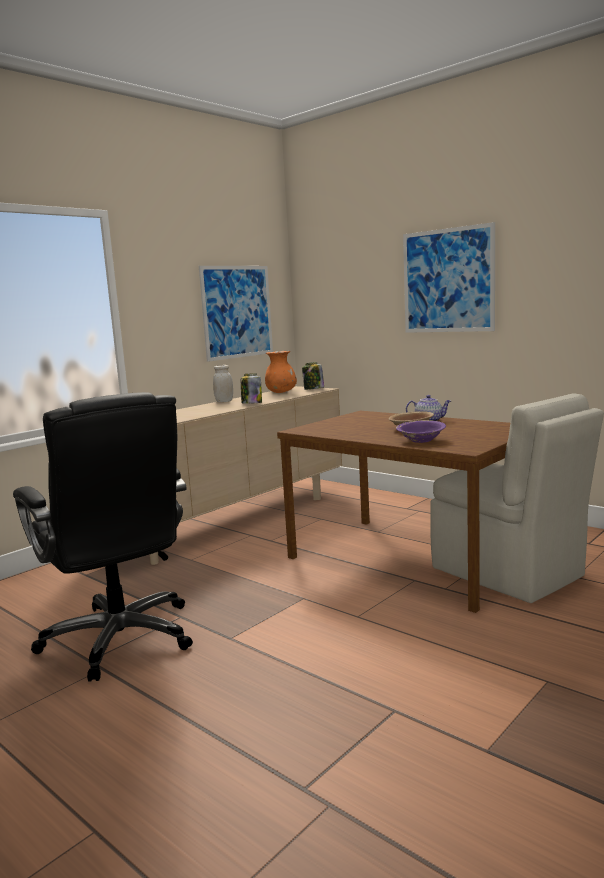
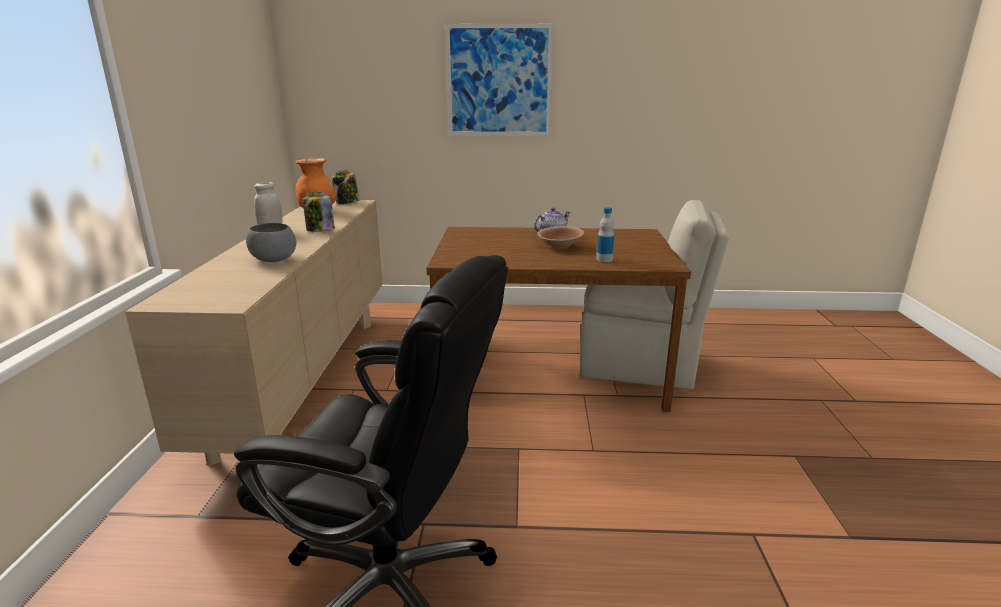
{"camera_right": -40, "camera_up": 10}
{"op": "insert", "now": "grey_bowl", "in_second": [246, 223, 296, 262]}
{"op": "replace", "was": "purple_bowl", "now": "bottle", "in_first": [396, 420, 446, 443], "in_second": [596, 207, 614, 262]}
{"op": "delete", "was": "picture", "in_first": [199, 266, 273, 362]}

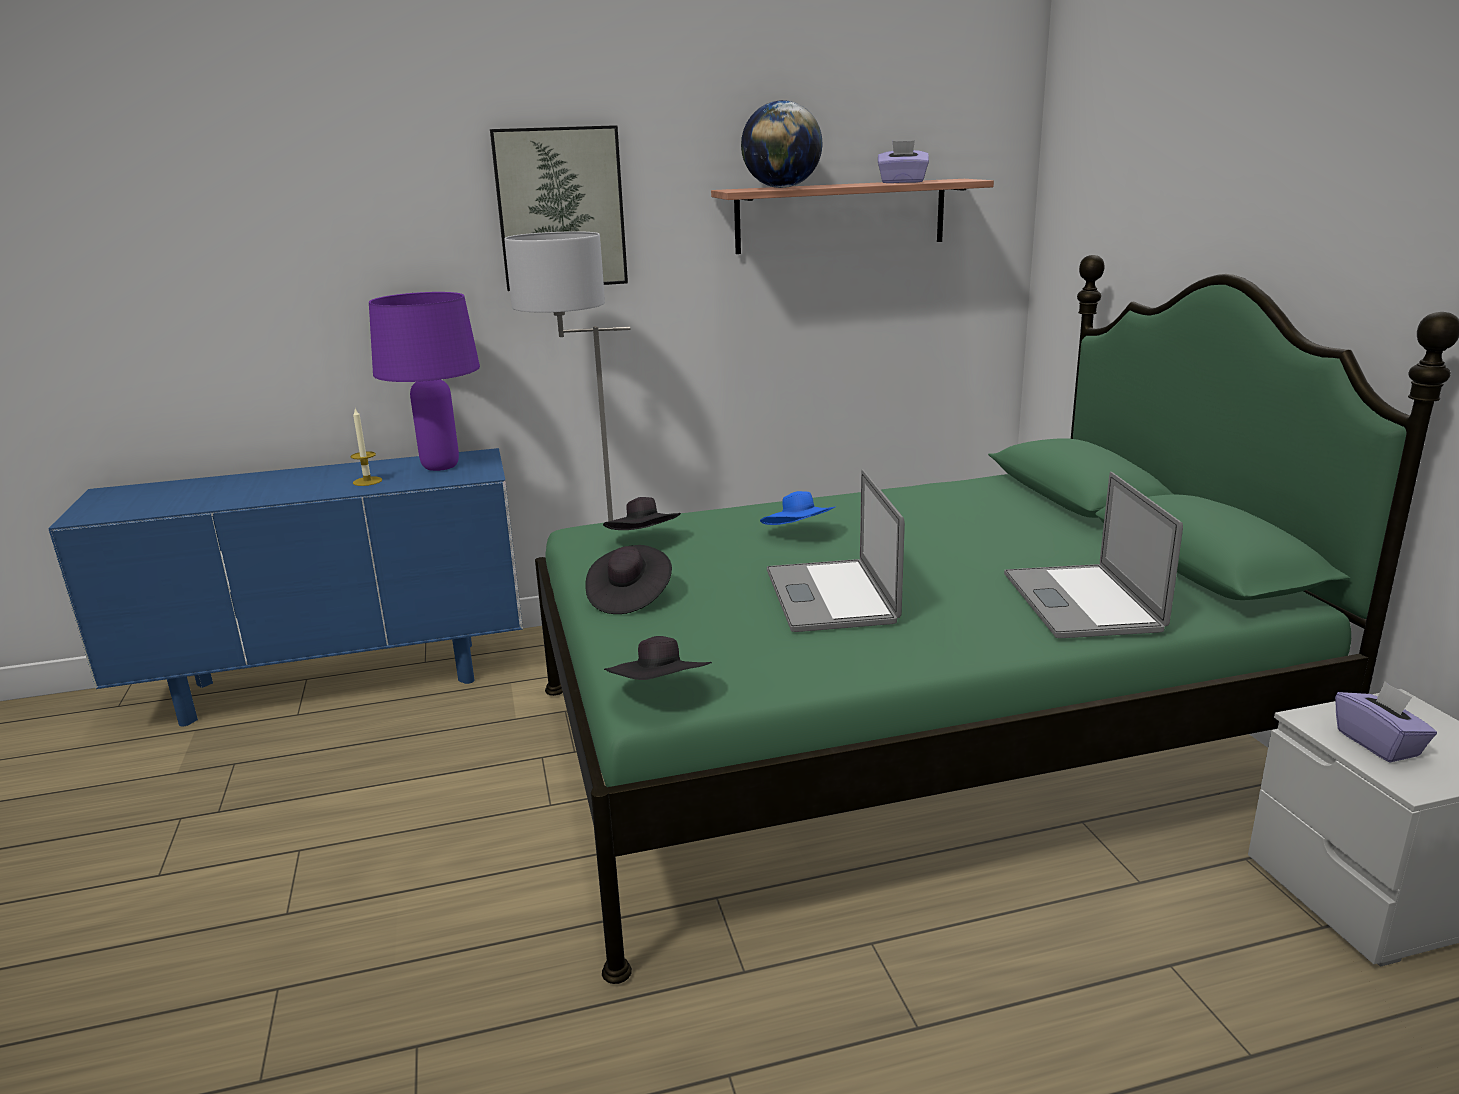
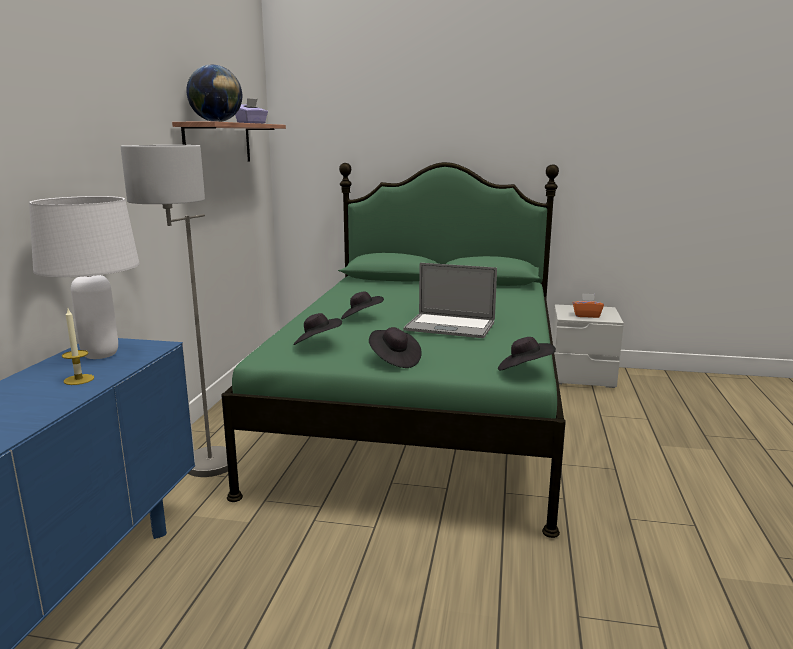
{"camera_right": -65, "camera_up": -5}
{"op": "recolor", "was": "purple_table_lamp", "now": "white_table_lamp", "in_first": [369, 292, 480, 471], "in_second": [29, 196, 140, 359]}
{"op": "recolor", "was": "blue_hat", "now": "black_hat", "in_first": [760, 491, 836, 525], "in_second": [341, 291, 384, 319]}
{"op": "recolor", "was": "purple_tissue_box", "now": "orange_tissue_box", "in_first": [1335, 681, 1437, 762], "in_second": [573, 293, 604, 318]}
{"op": "delete", "was": "picture", "in_first": [490, 125, 628, 291]}
{"op": "delete", "was": "laptop", "in_first": [1004, 472, 1183, 638]}

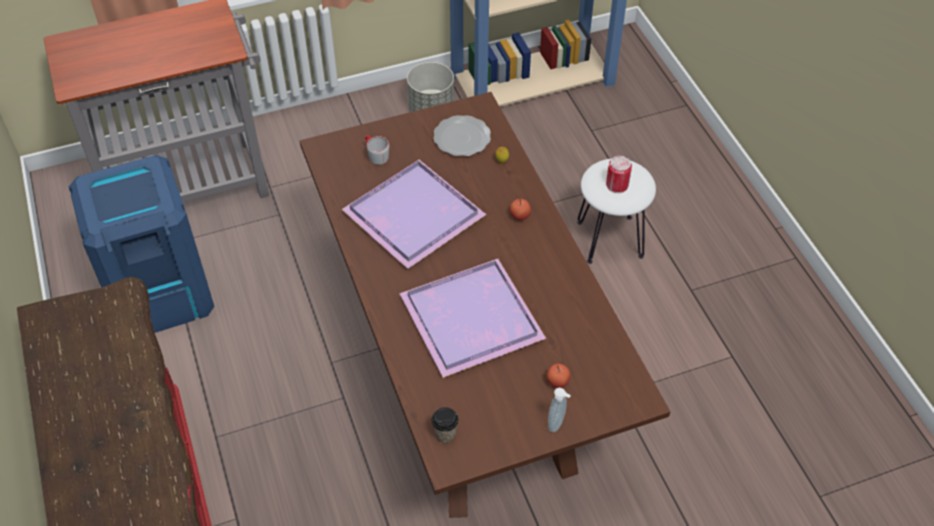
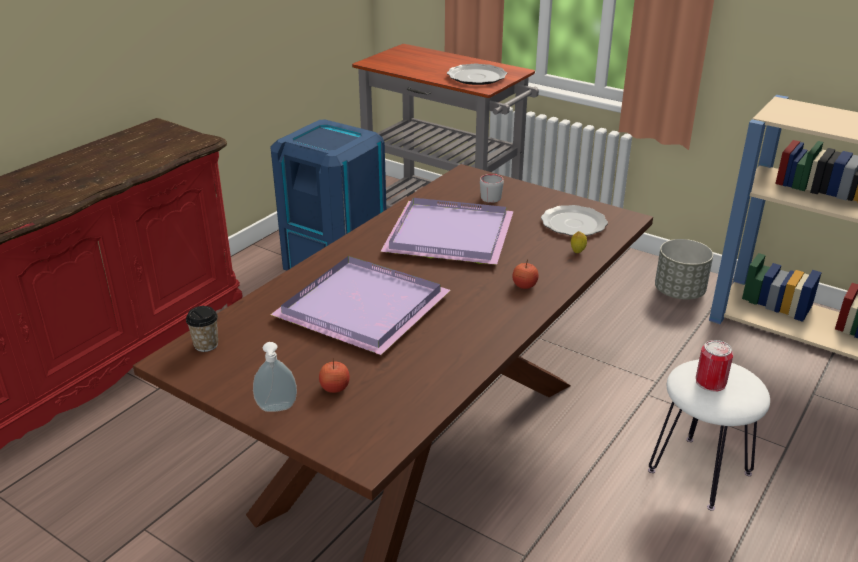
{"camera_right": 55, "camera_up": -20}
{"op": "insert", "now": "plate", "in_second": [447, 64, 507, 85]}

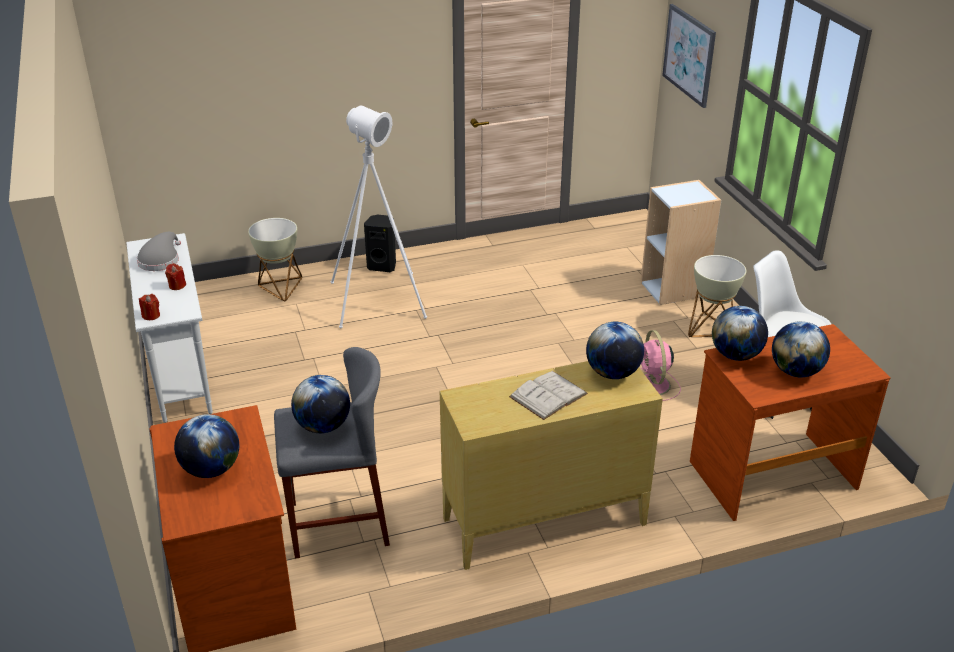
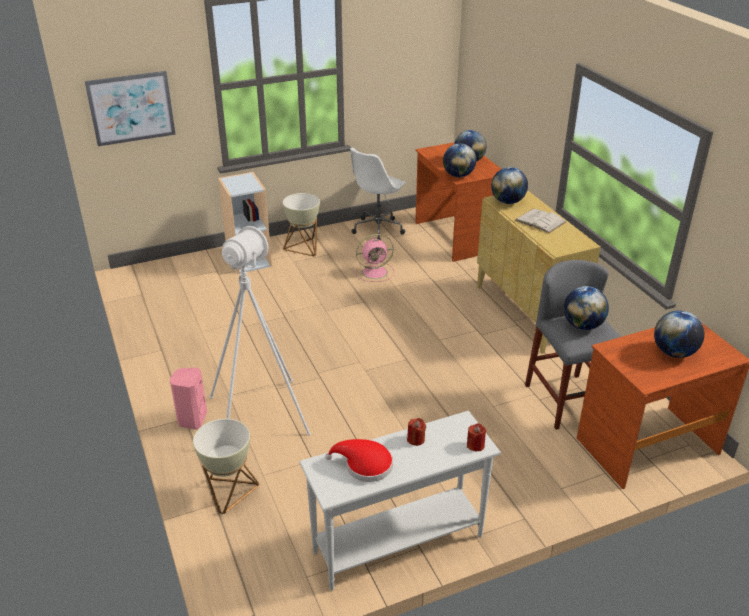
{"camera_right": -95, "camera_up": 0}
{"op": "recolor", "was": "black_speaker", "now": "pink_speaker", "in_first": [364, 215, 396, 272], "in_second": [170, 368, 207, 430]}
{"op": "recolor", "was": "grey_hat", "now": "red_hat", "in_first": [137, 232, 181, 271], "in_second": [325, 439, 393, 482]}

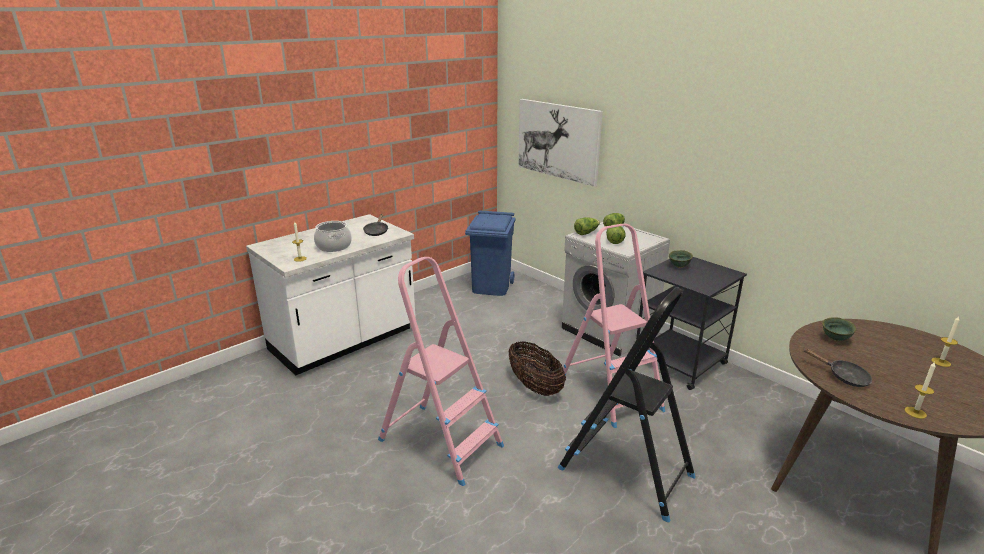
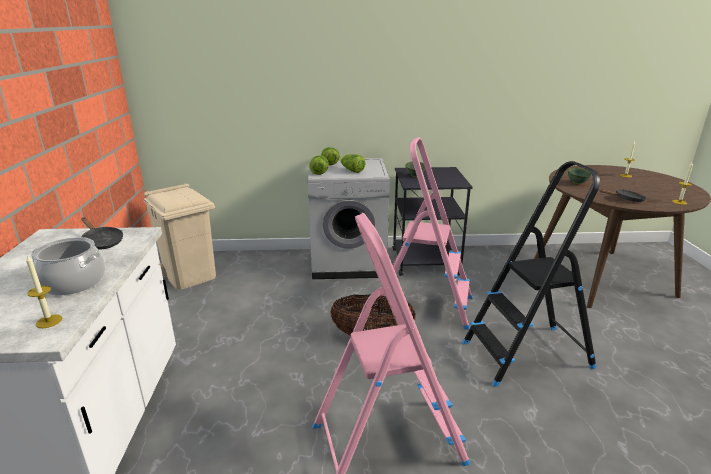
{"camera_right": -50, "camera_up": 0}
{"op": "recolor", "was": "blue_trash_can", "now": "beige_trash_can", "in_first": [465, 210, 516, 296], "in_second": [143, 184, 216, 289]}
{"op": "delete", "was": "picture", "in_first": [518, 99, 603, 187]}

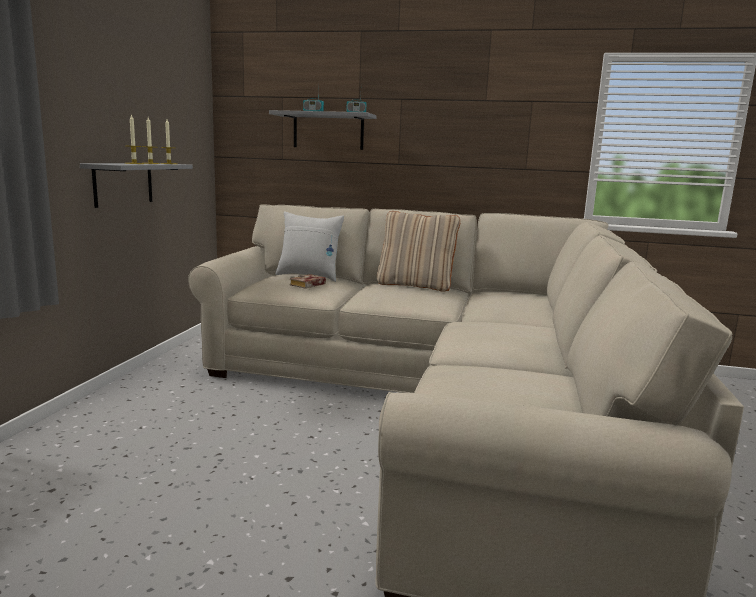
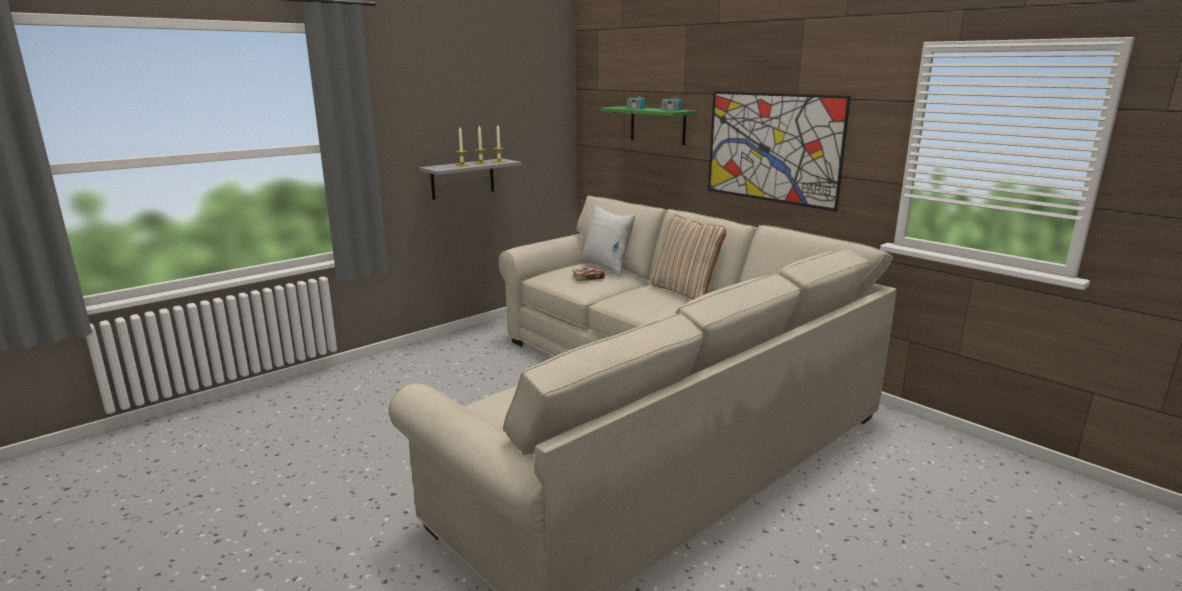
{"camera_right": 35, "camera_up": 5}
{"op": "recolor", "was": "grey_shelf", "now": "green_shelf", "in_first": [269, 110, 376, 150], "in_second": [600, 106, 697, 145]}
{"op": "insert", "now": "picture", "in_second": [708, 91, 851, 211]}

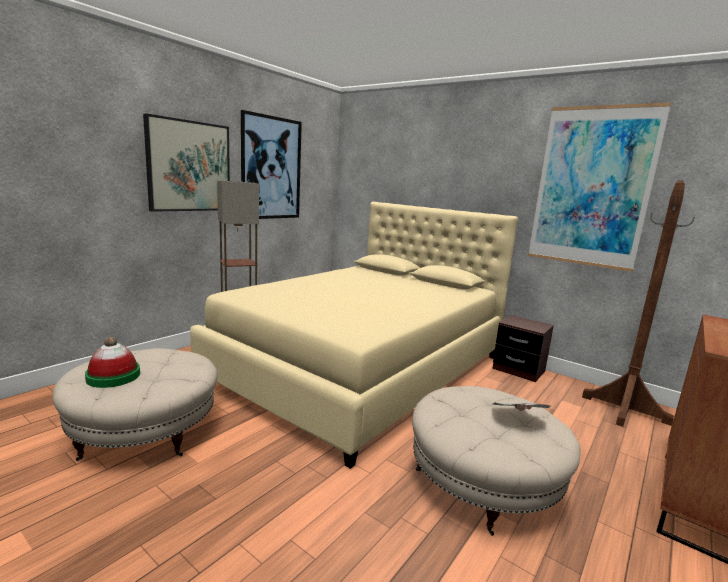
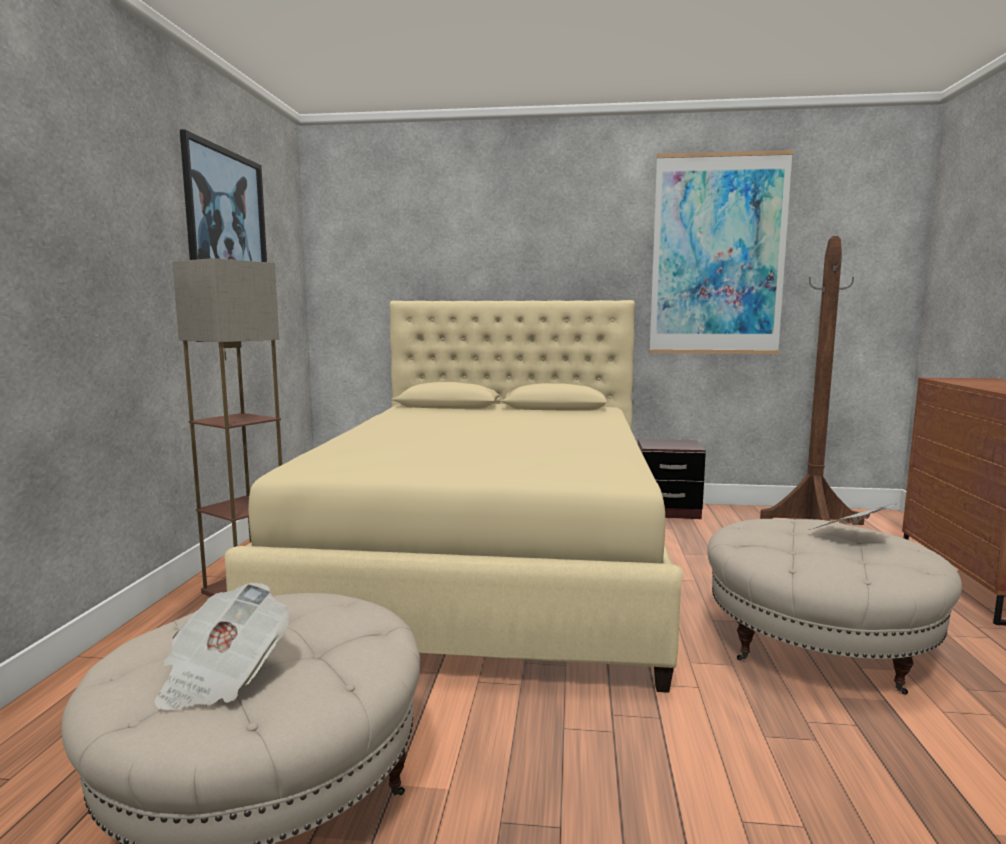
{"camera_right": -30, "camera_up": -5}
{"op": "replace", "was": "hat", "now": "newspaper", "in_first": [85, 337, 140, 388], "in_second": [154, 583, 289, 710]}
{"op": "delete", "was": "picture", "in_first": [143, 113, 230, 212]}

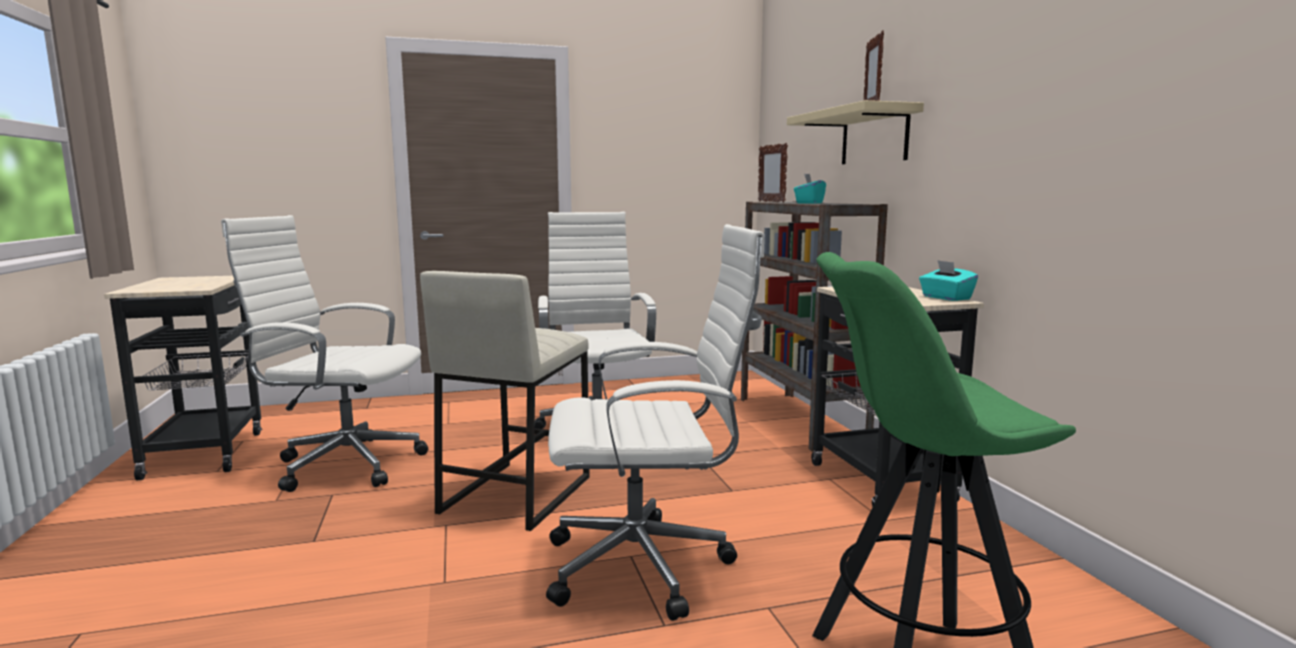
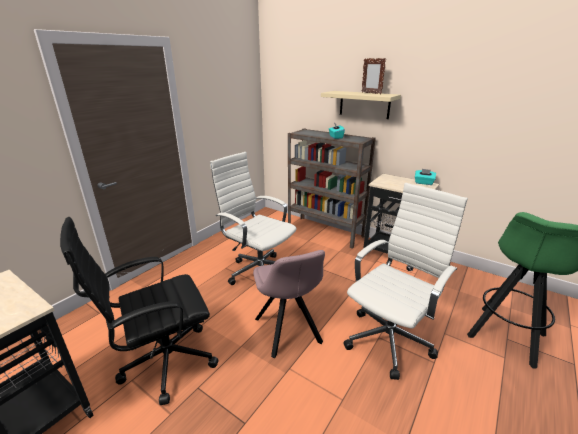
{"camera_right": -40, "camera_up": 15}
{"op": "recolor", "was": "white_office_chair", "now": "black_office_chair", "in_first": [221, 215, 428, 492], "in_second": [60, 217, 219, 405]}
{"op": "replace", "was": "beige_stool", "now": "pink_chair", "in_first": [420, 271, 590, 531], "in_second": [253, 250, 325, 358]}
{"op": "delete", "was": "picture_frame", "in_first": [758, 143, 788, 202]}

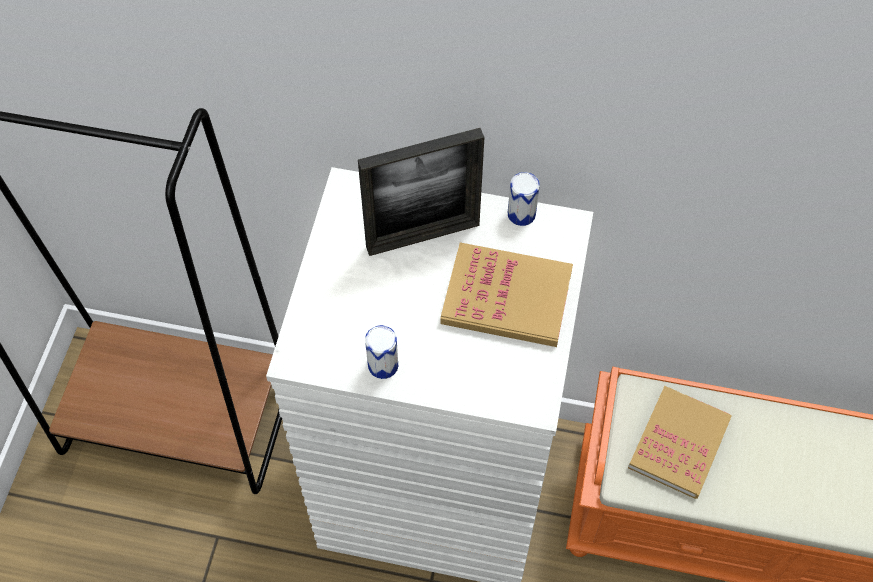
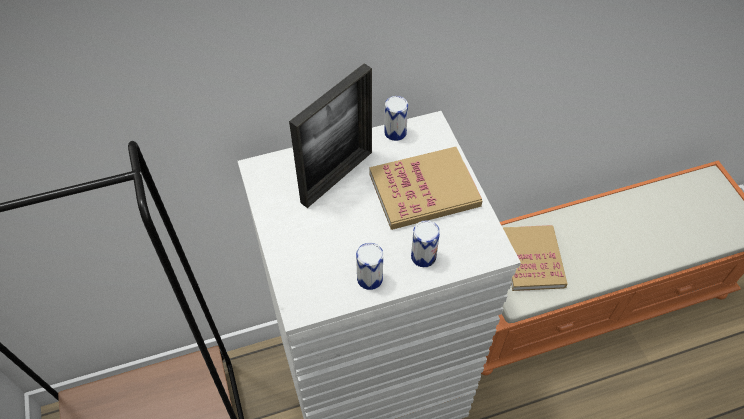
{"camera_right": -30, "camera_up": -5}
{"op": "insert", "now": "can", "in_second": [411, 220, 440, 267]}

